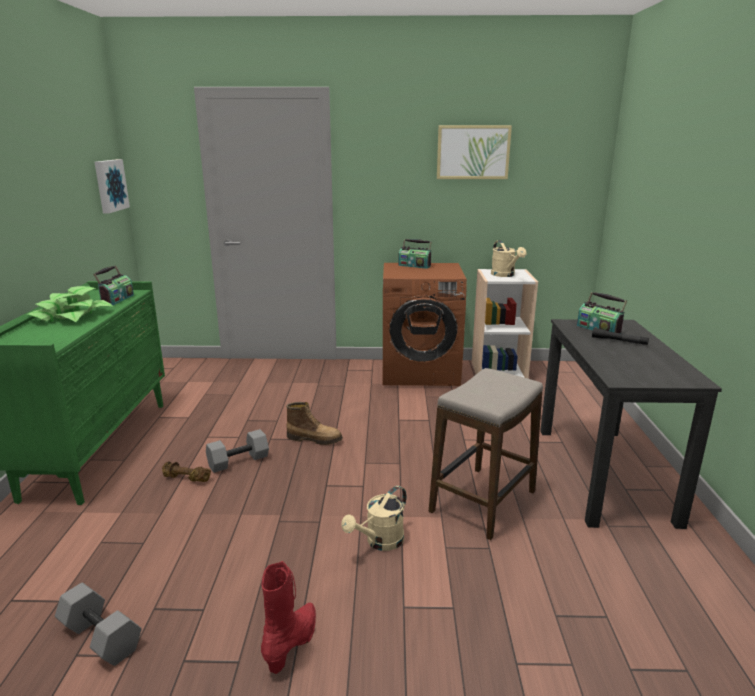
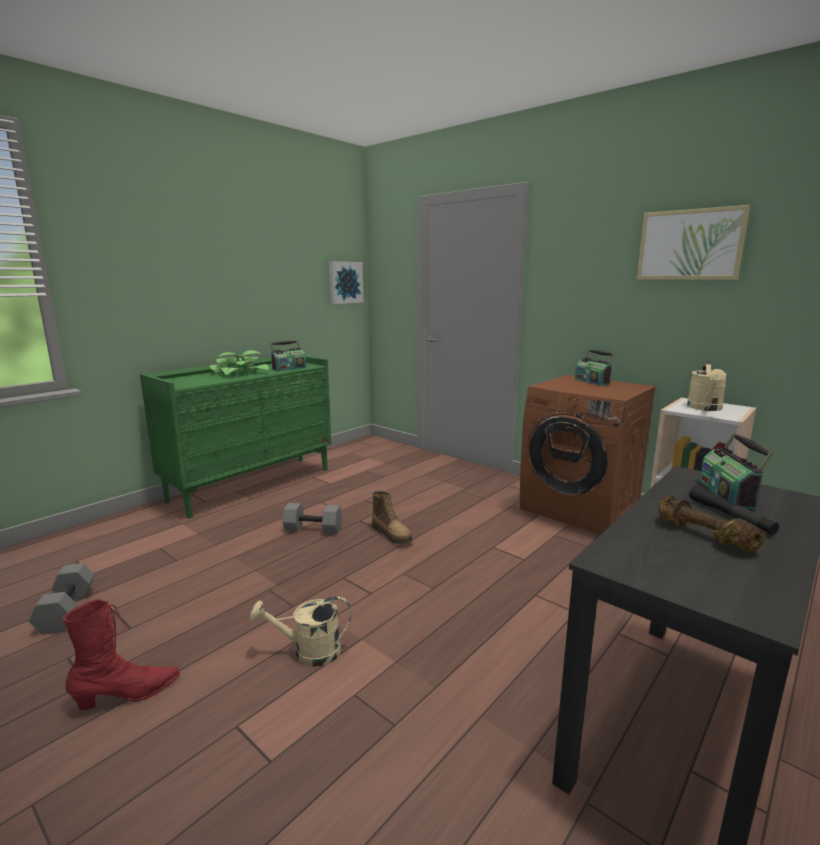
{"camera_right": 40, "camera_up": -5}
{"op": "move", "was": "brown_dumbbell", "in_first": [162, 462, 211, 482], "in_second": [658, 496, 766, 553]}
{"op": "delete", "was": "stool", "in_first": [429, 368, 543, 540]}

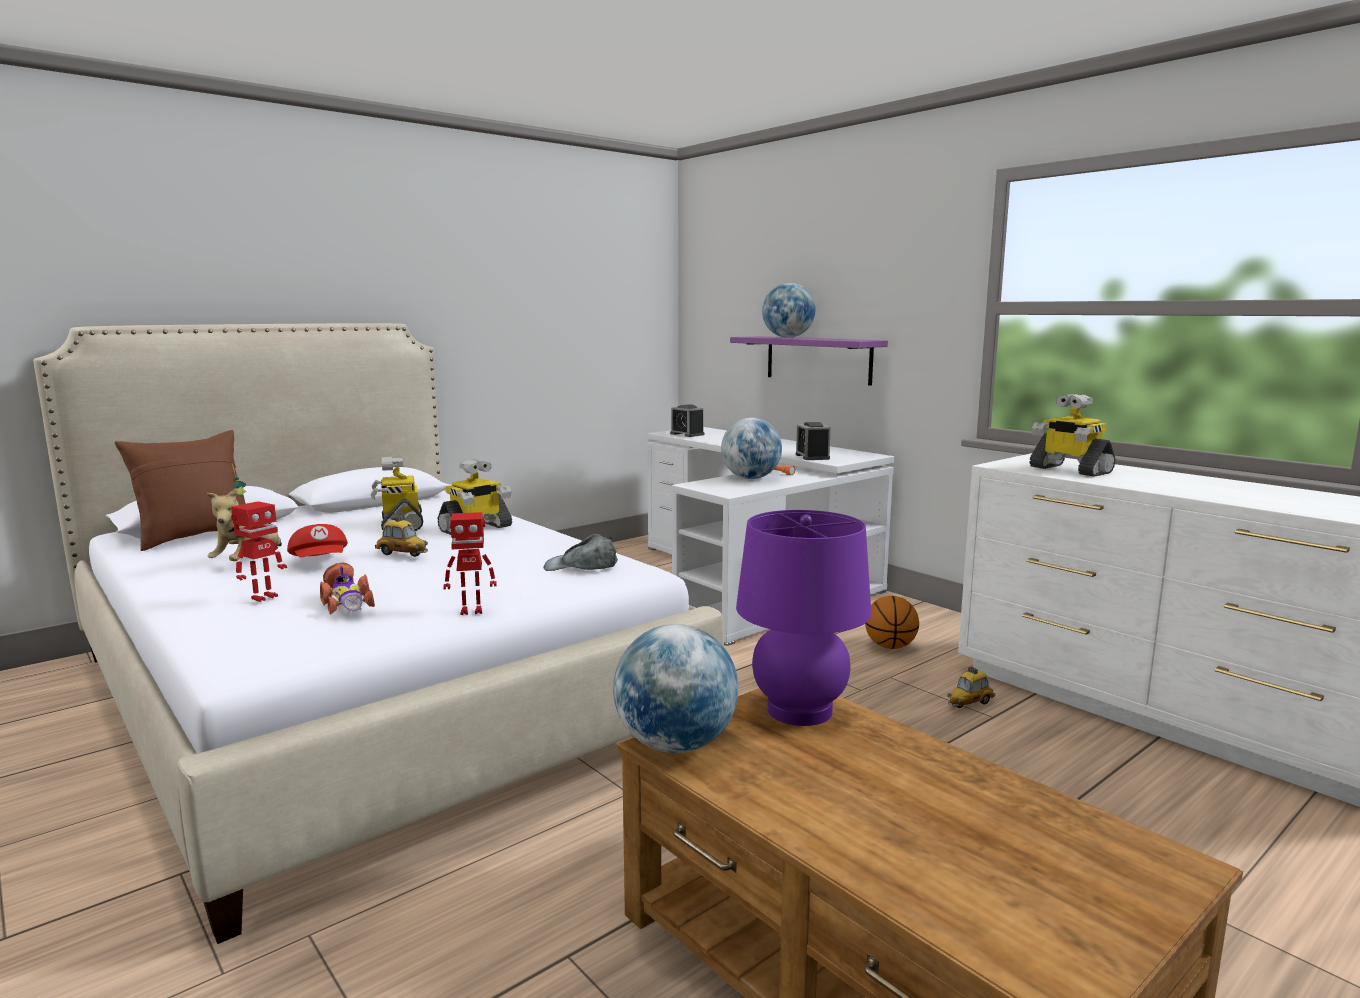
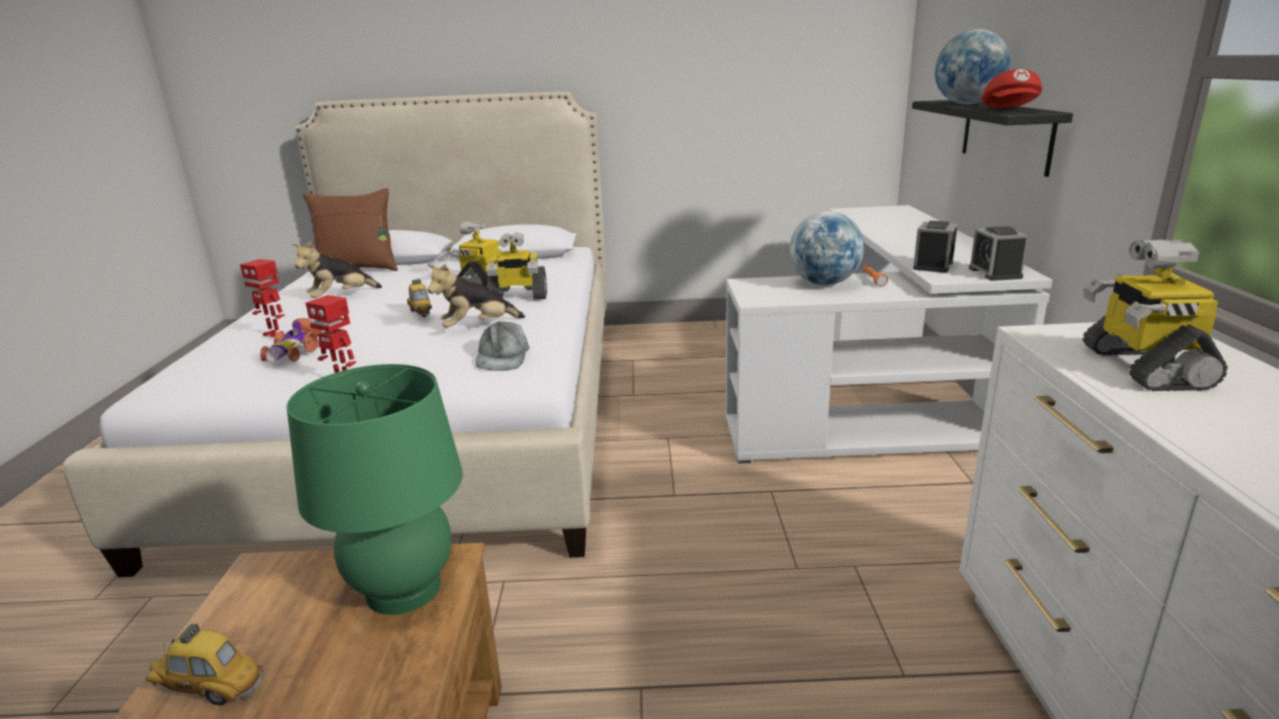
{"camera_right": 40, "camera_up": 10}
{"op": "move", "was": "toy_car", "in_first": [947, 666, 996, 708], "in_second": [145, 624, 263, 706]}
{"op": "rotate", "was": "toy_robot", "in_first": [231, 501, 287, 602], "in_second": [240, 259, 285, 337], "clockwise": 45}
{"op": "recolor", "was": "purple_table_lamp", "now": "green_table_lamp", "in_first": [736, 510, 871, 726], "in_second": [287, 364, 463, 615]}
{"op": "insert", "now": "plush_toy", "in_second": [427, 264, 525, 328]}
{"op": "rotate", "was": "grey_cap", "in_first": [543, 534, 618, 571], "in_second": [476, 321, 529, 371], "clockwise": -135}
{"op": "recolor", "was": "purple_shelf", "now": "black_shelf", "in_first": [730, 336, 888, 386], "in_second": [912, 100, 1073, 177]}
{"op": "move", "was": "alarm_clock", "in_first": [670, 404, 704, 437], "in_second": [969, 226, 1029, 281]}
{"op": "move", "was": "red_cap", "in_first": [287, 524, 348, 558], "in_second": [982, 69, 1042, 108]}
{"op": "delete", "was": "globe", "in_first": [613, 624, 738, 753]}
{"op": "delete", "was": "basketball", "in_first": [865, 596, 919, 649]}

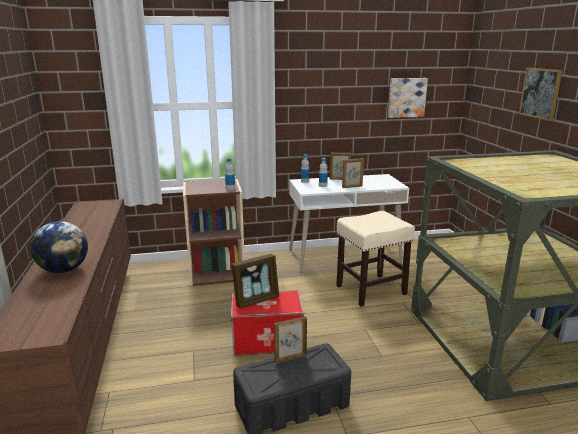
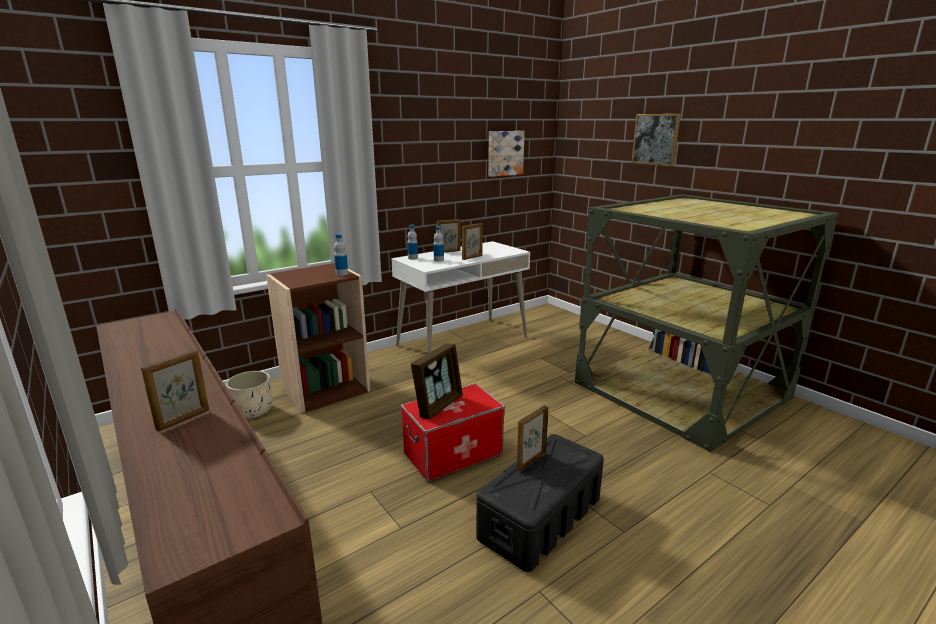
{"camera_right": -25, "camera_up": 0}
{"op": "replace", "was": "globe", "now": "picture_frame", "in_first": [30, 221, 88, 273], "in_second": [141, 350, 209, 432]}
{"op": "insert", "now": "beige_planter", "in_second": [226, 371, 272, 418]}
{"op": "delete", "was": "beige_stool", "in_first": [336, 211, 415, 306]}

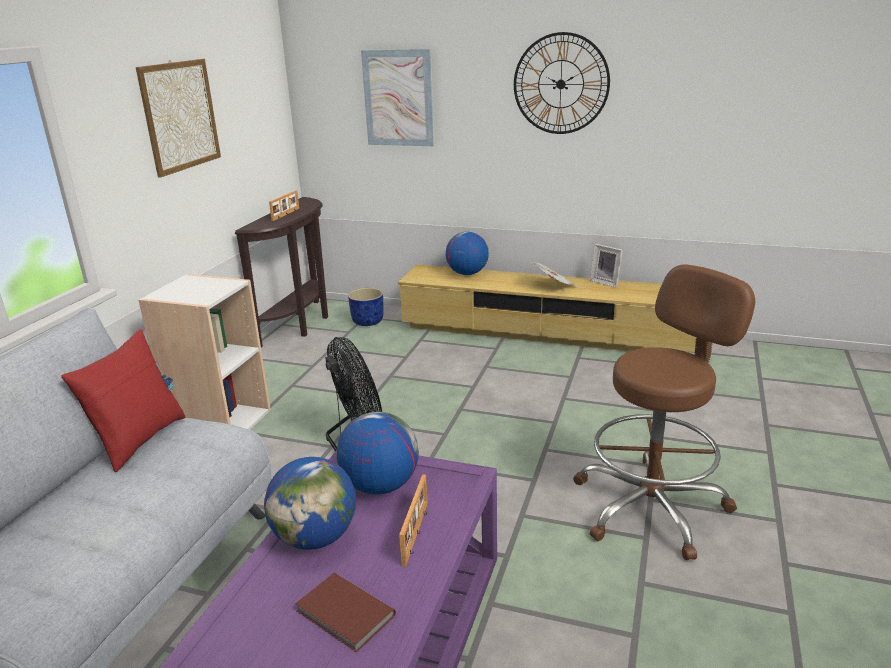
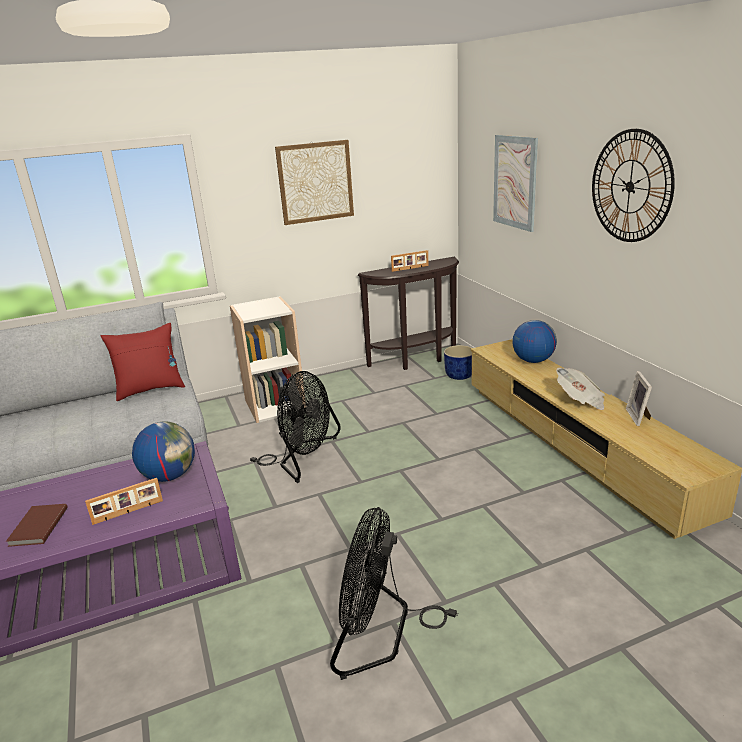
{"camera_right": 50, "camera_up": 0}
{"op": "replace", "was": "brown_stool", "now": "black_fan", "in_first": [573, 264, 755, 560], "in_second": [330, 507, 458, 680]}
{"op": "delete", "was": "globe", "in_first": [264, 457, 356, 550]}

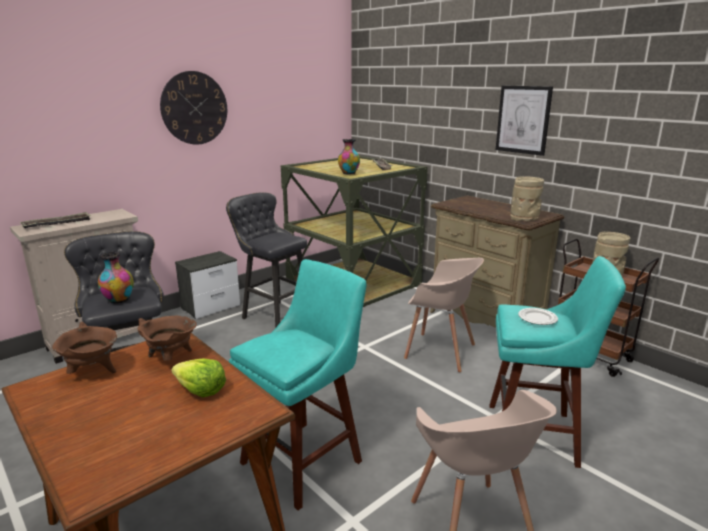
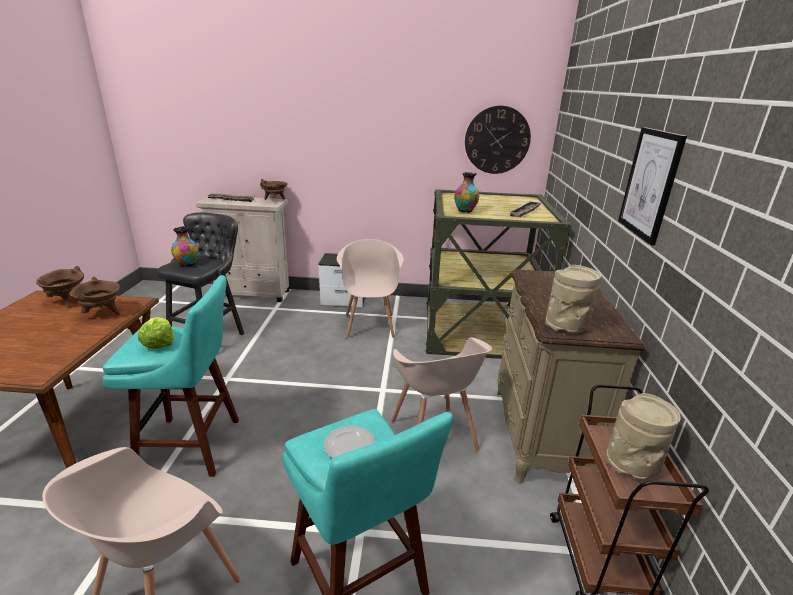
{"camera_right": 45, "camera_up": 5}
{"op": "move", "was": "lettuce", "in_first": [172, 358, 226, 397], "in_second": [138, 317, 175, 349]}
{"op": "insert", "now": "brown_cooking_pot", "in_second": [260, 179, 288, 200]}
{"op": "replace", "was": "black_stool", "now": "beige_chair", "in_first": [226, 192, 307, 328], "in_second": [337, 239, 404, 338]}
{"op": "move", "was": "wall_clock", "in_first": [160, 71, 227, 145], "in_second": [465, 106, 531, 174]}

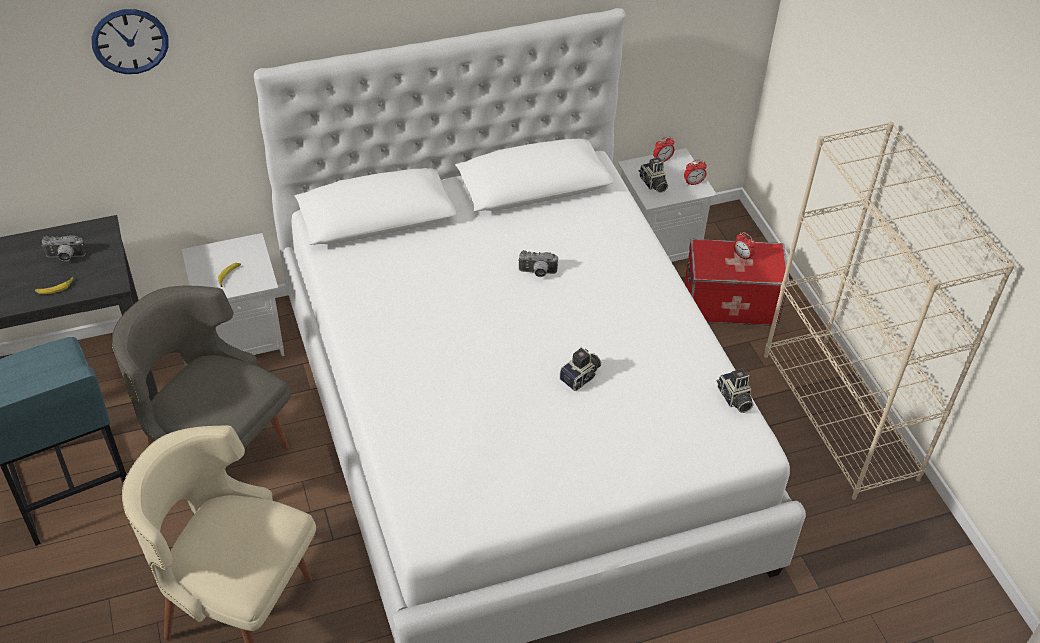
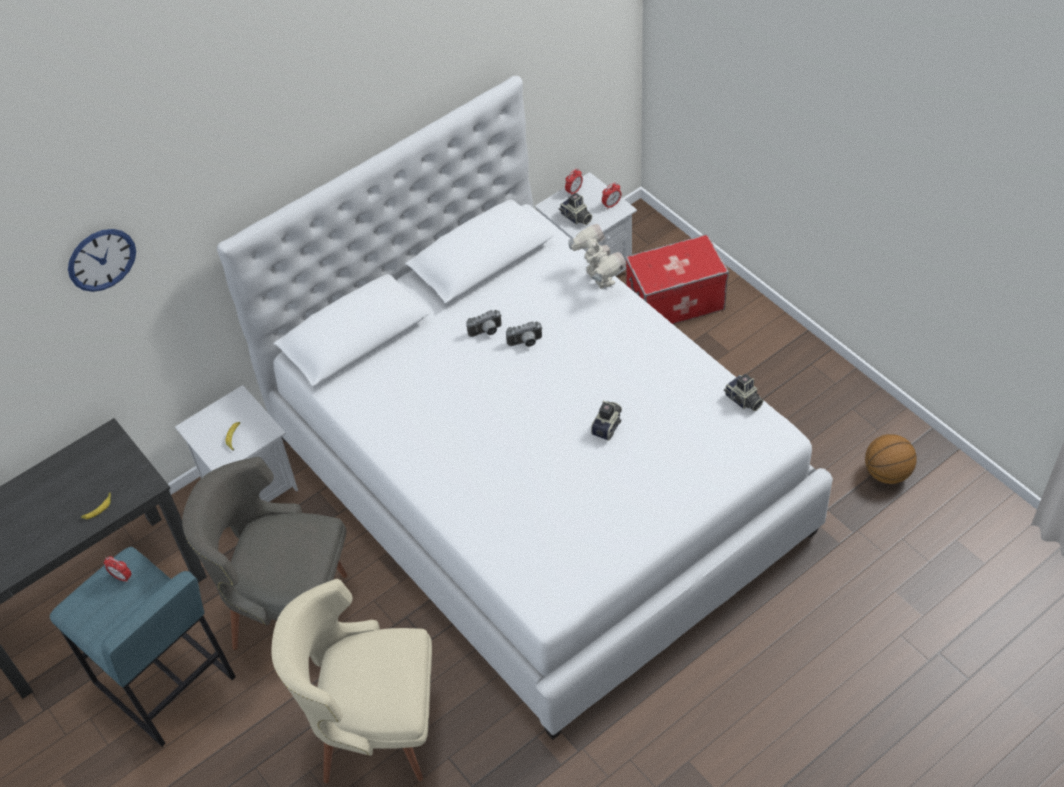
{"camera_right": -15, "camera_up": 5}
{"op": "move", "was": "alarm_clock", "in_first": [734, 232, 756, 261], "in_second": [104, 556, 131, 582]}
{"op": "move", "was": "photo_camera", "in_first": [42, 235, 86, 261], "in_second": [466, 310, 502, 337]}
{"op": "insert", "now": "toy_robot", "in_second": [568, 224, 627, 289]}
{"op": "insert", "now": "basketball", "in_second": [865, 434, 917, 484]}
{"op": "delete", "was": "beige_bookcase", "in_first": [764, 122, 1015, 500]}

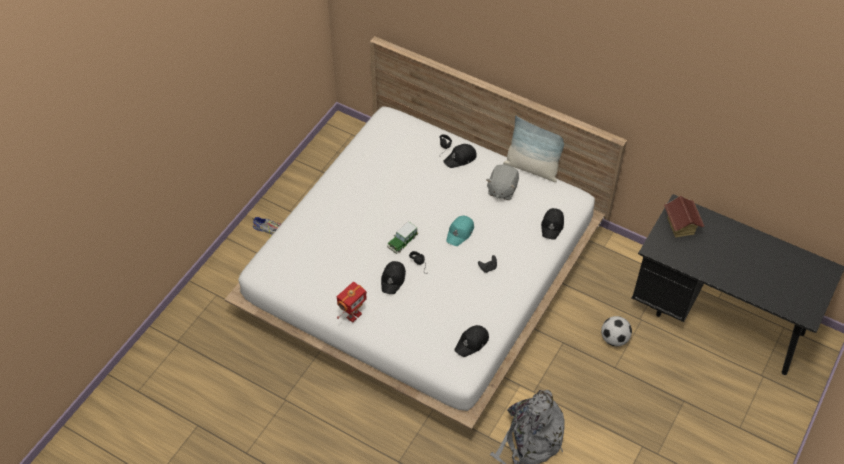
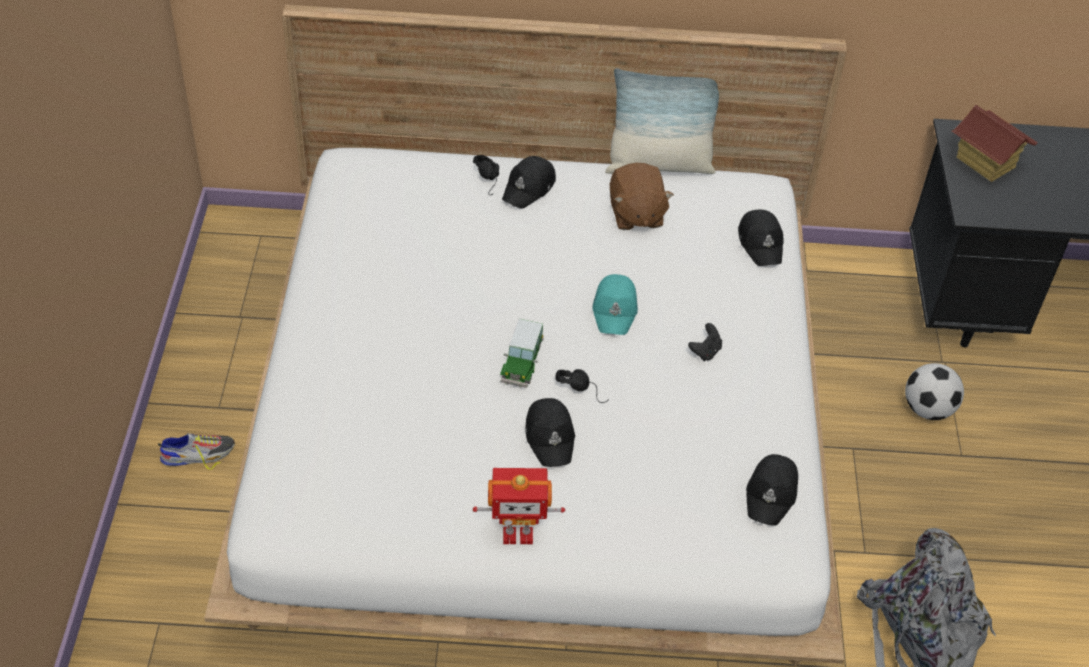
{"camera_right": -30, "camera_up": -5}
{"op": "rotate", "was": "toy_robot", "in_first": [337, 281, 367, 323], "in_second": [473, 468, 565, 544], "clockwise": 75}
{"op": "recolor", "was": "grey_plush_toy", "now": "brown_plush_toy", "in_first": [486, 164, 519, 200], "in_second": [610, 163, 674, 230]}

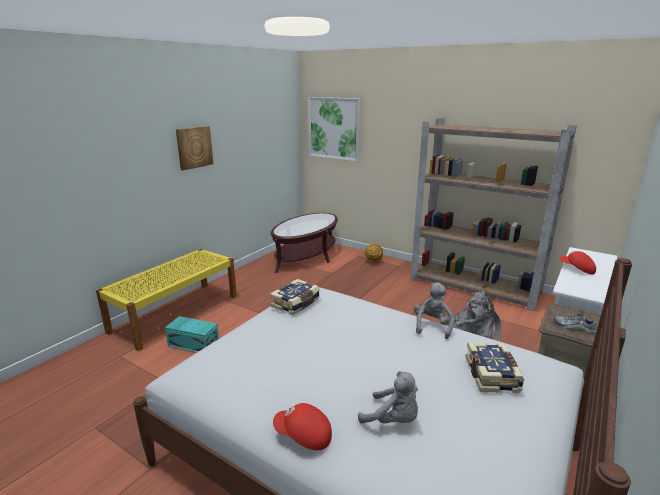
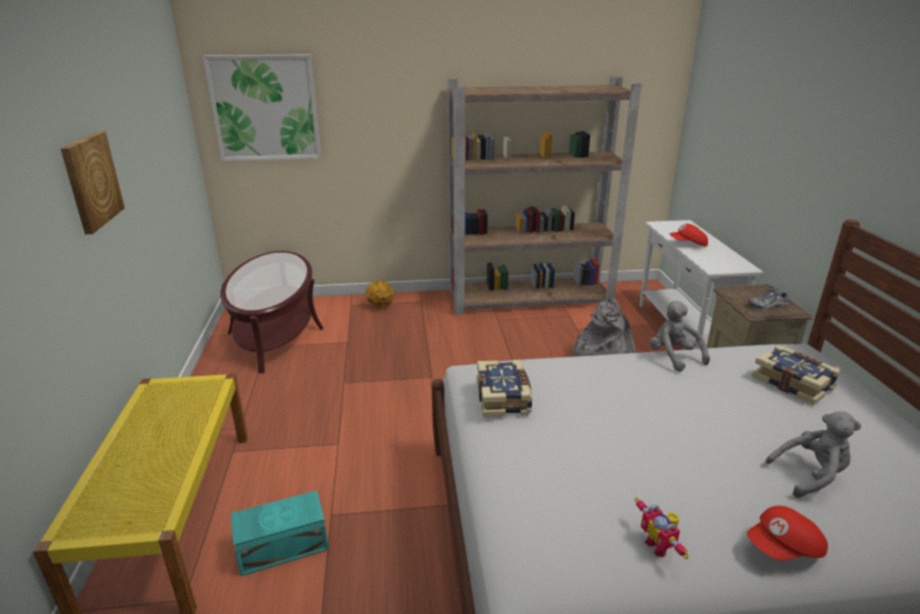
{"camera_right": -40, "camera_up": 5}
{"op": "insert", "now": "toy_robot", "in_second": [635, 498, 689, 559]}

